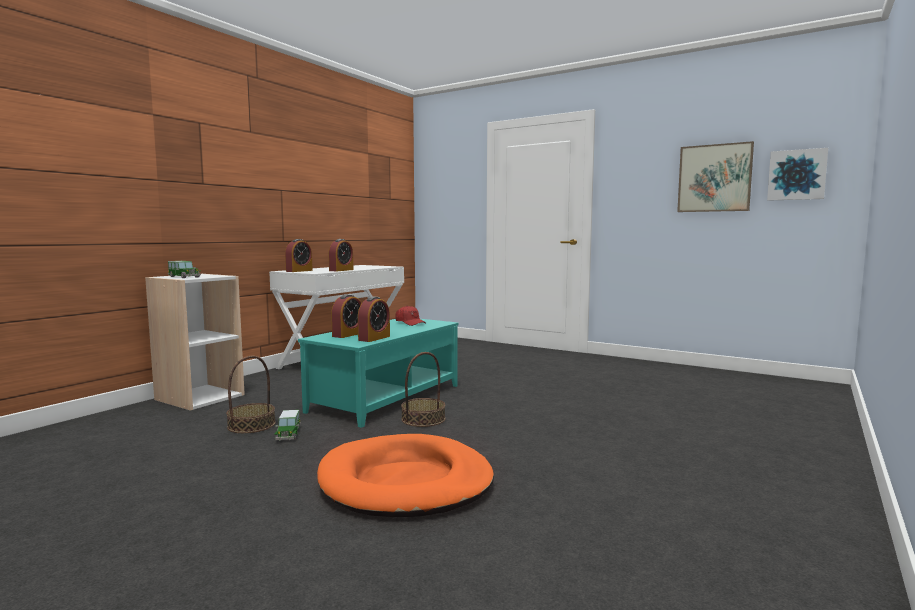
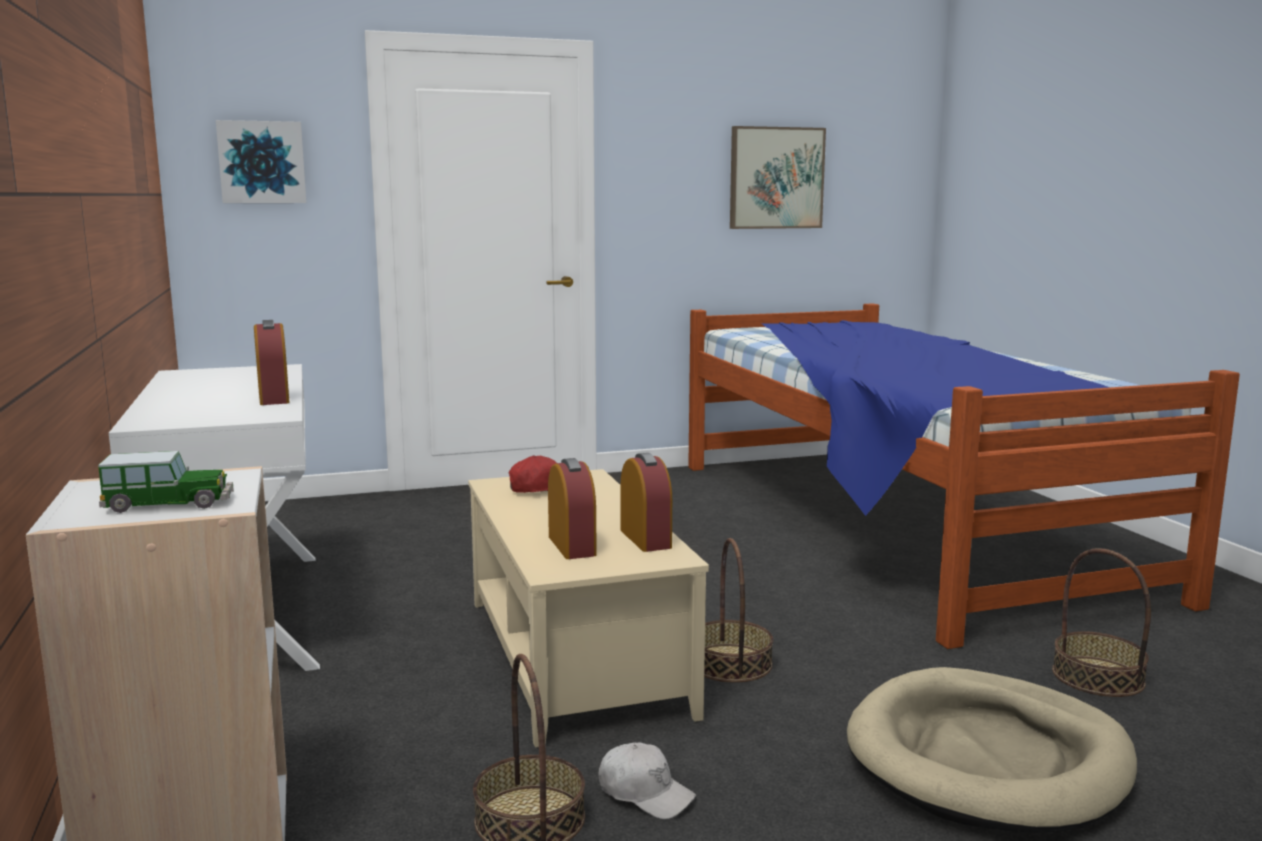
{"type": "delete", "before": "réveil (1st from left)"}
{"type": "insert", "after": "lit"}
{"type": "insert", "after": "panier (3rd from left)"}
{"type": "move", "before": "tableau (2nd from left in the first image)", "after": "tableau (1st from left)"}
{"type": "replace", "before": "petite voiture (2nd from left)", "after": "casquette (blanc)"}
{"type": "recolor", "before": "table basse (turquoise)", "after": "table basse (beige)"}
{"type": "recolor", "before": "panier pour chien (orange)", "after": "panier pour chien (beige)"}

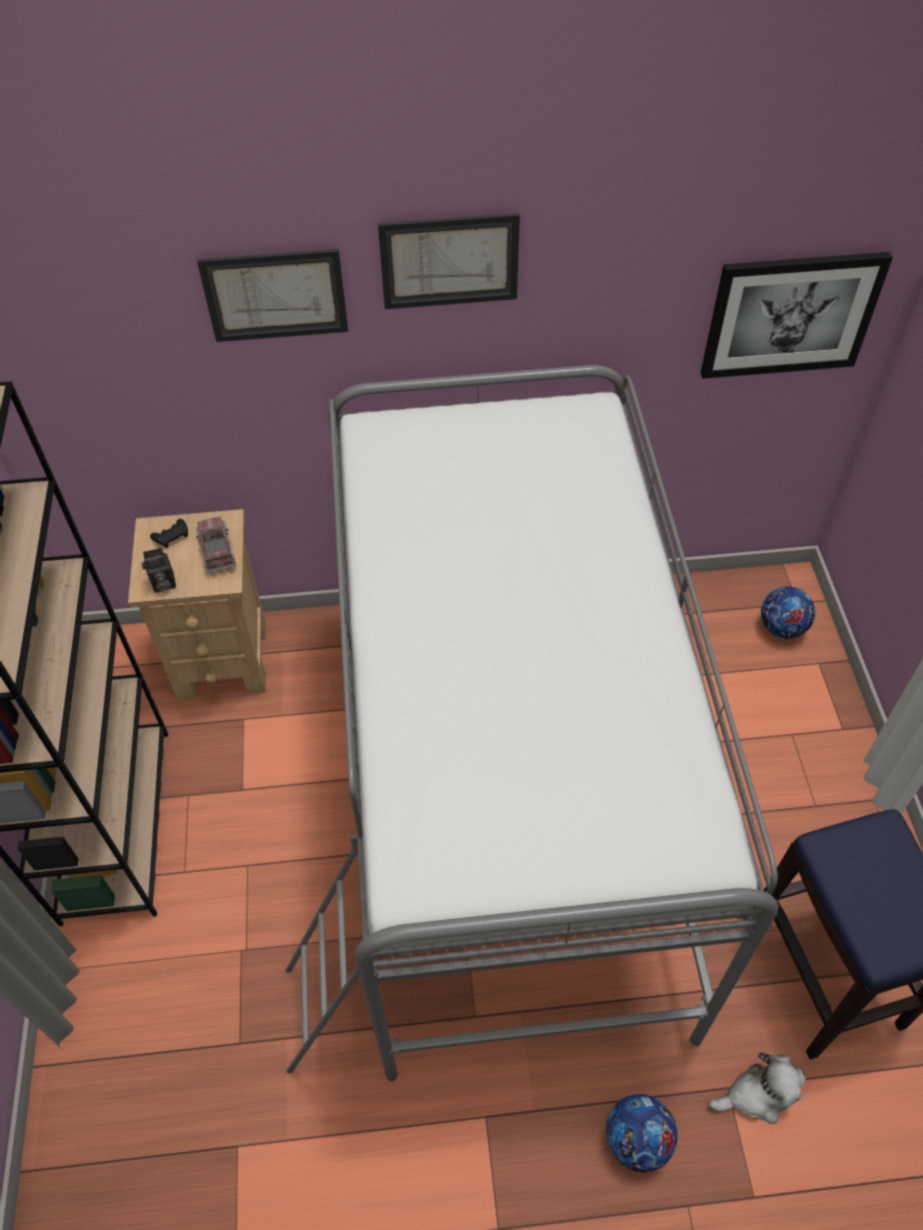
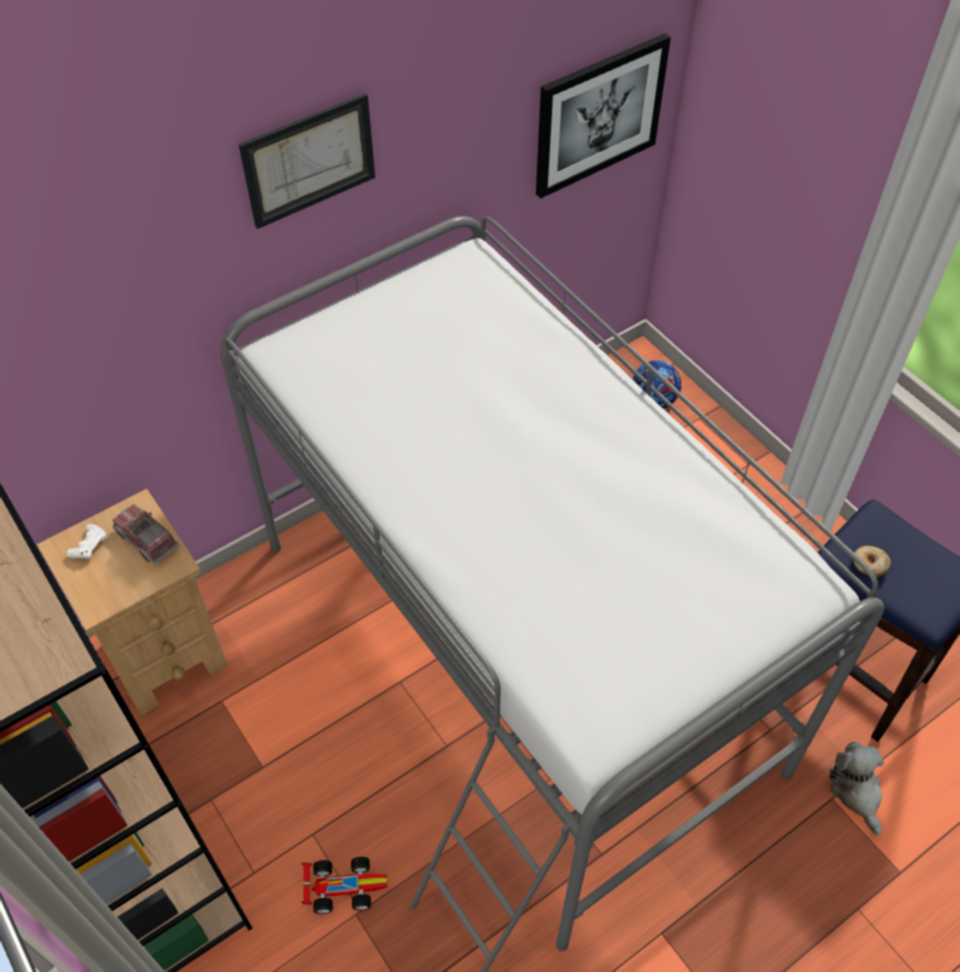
{"type": "delete", "before": "appareil photo"}
{"type": "delete", "before": "tableau (1st from left)"}
{"type": "delete", "before": "ballon de foot (1st from left)"}
{"type": "insert", "after": "petite voiture"}
{"type": "insert", "after": "beignet"}
{"type": "recolor", "before": "manette (noir)", "after": "manette (blanc)"}
{"type": "rotate", "before": "peluche", "turn": -60}

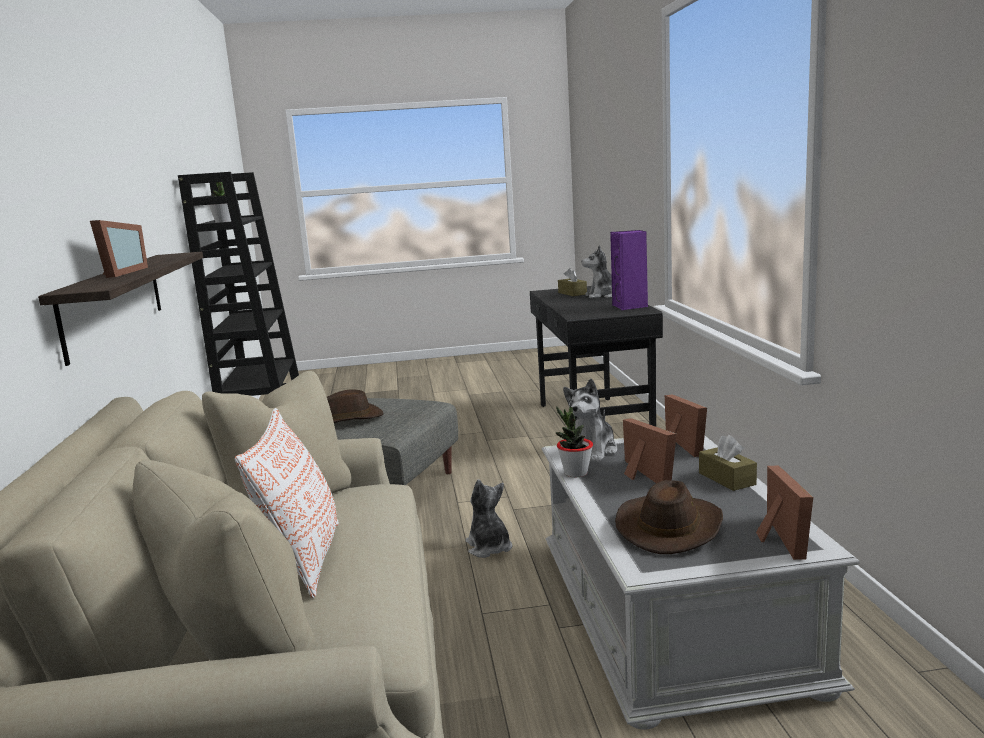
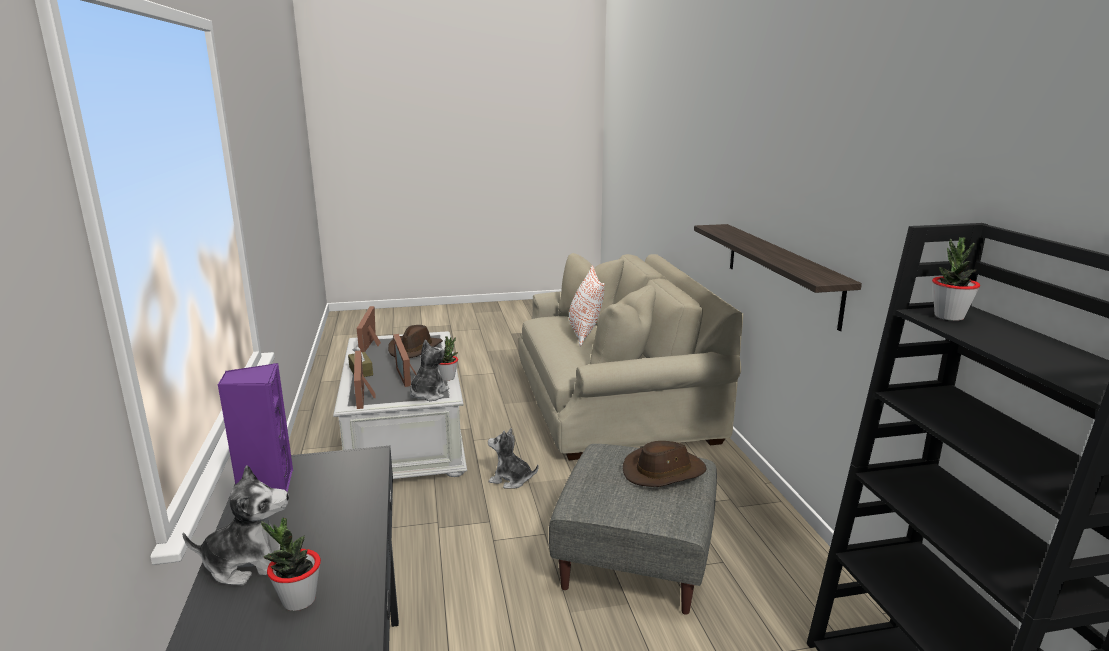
{"type": "delete", "before": "cadre photo (1st from left)"}
{"type": "replace", "before": "boîte à mouchoirs (marron) (1st from left)", "after": "plante en pot (1st from left)"}
{"type": "rotate", "before": "peluche (1st from left in the first image)", "turn": 135}

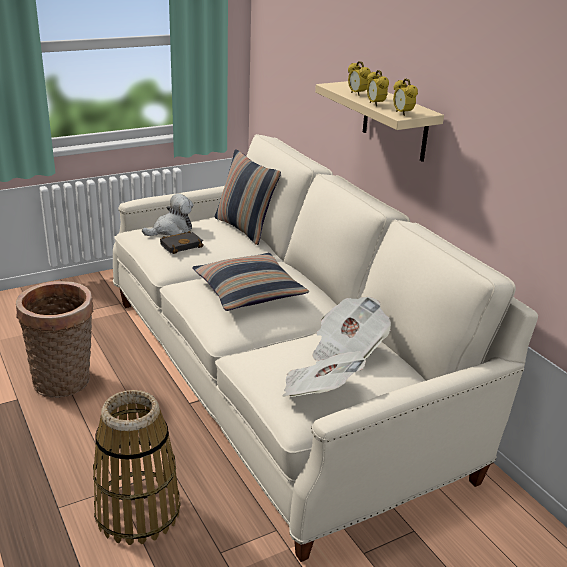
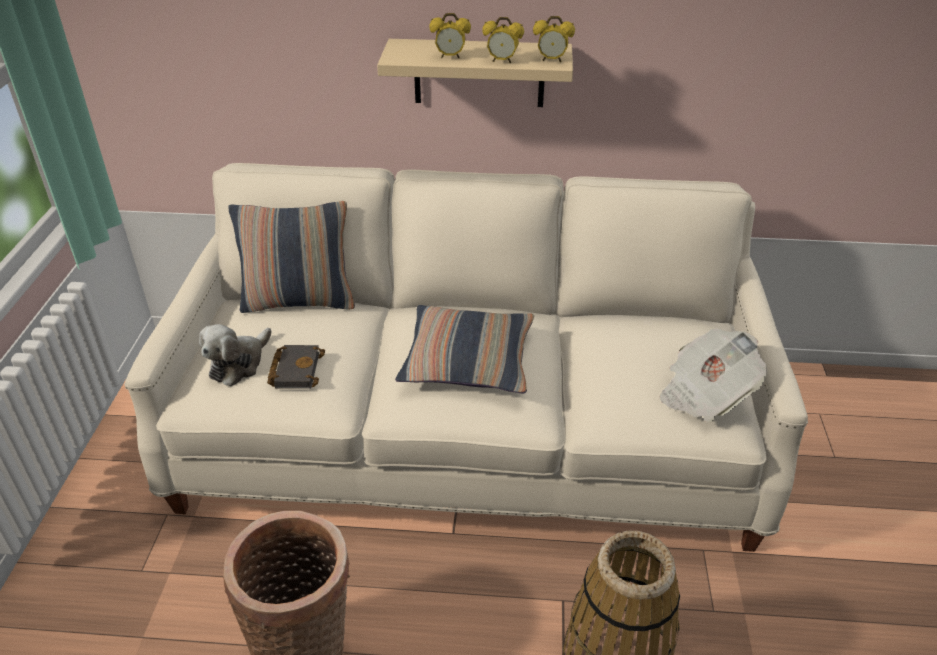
{"type": "delete", "before": "journal (2nd from left)"}
{"type": "rotate", "before": "peluche", "turn": -150}

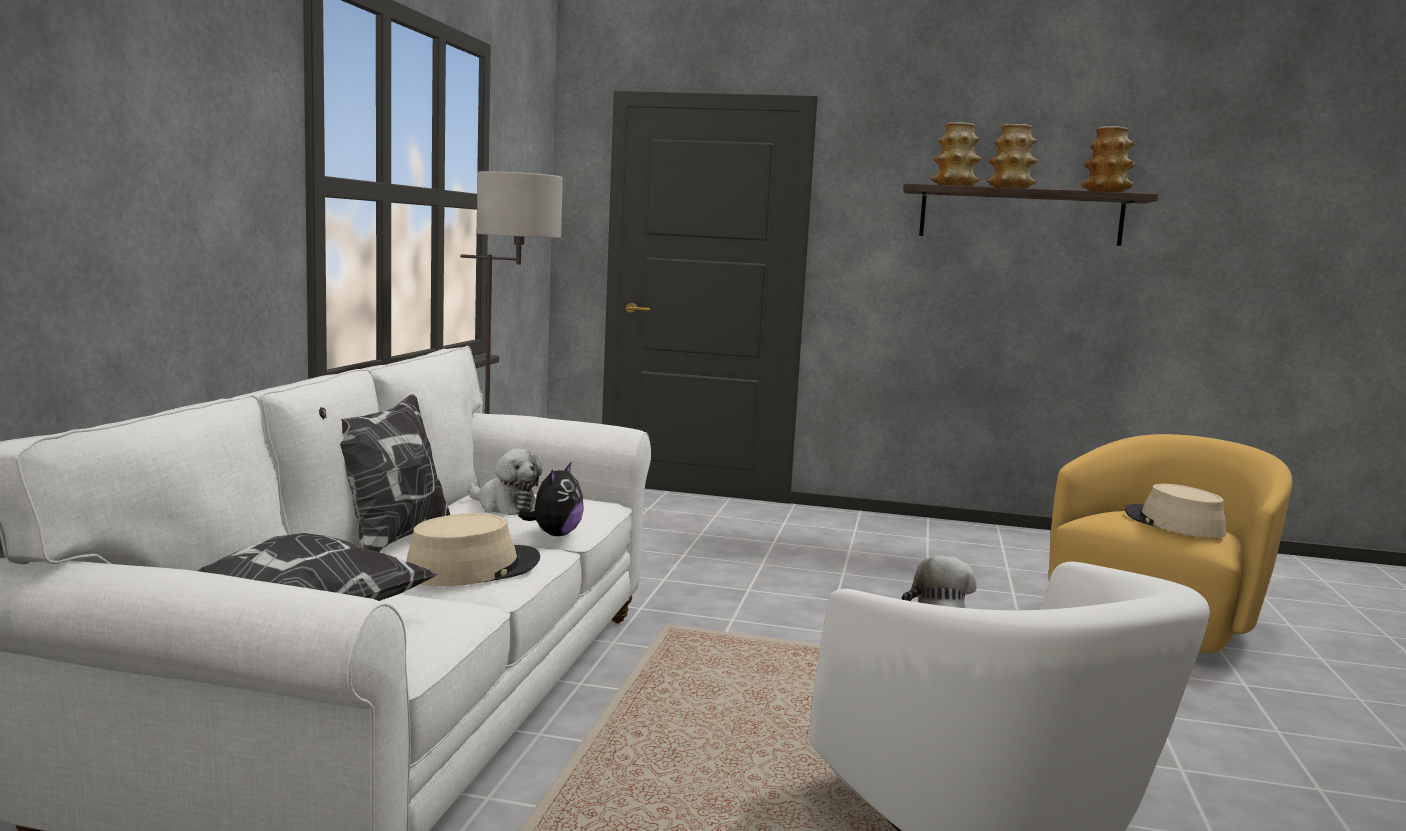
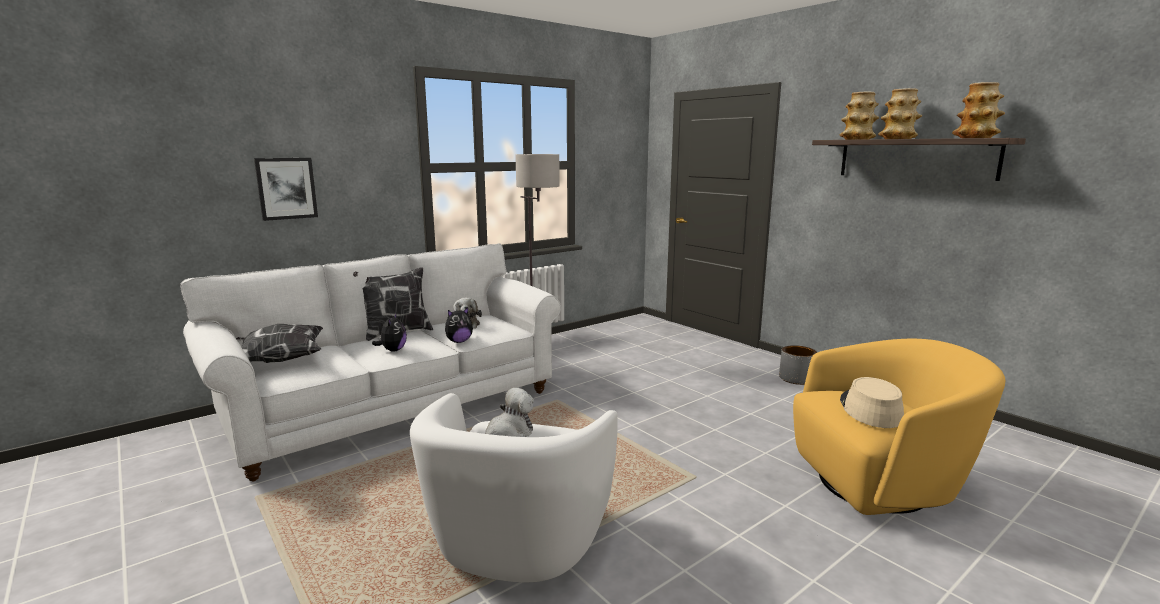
{"type": "insert", "after": "tableau"}
{"type": "insert", "after": "cache-pot (gris)"}
{"type": "replace", "before": "chapeau (beige) (1st from left)", "after": "peluche (1st from left)"}

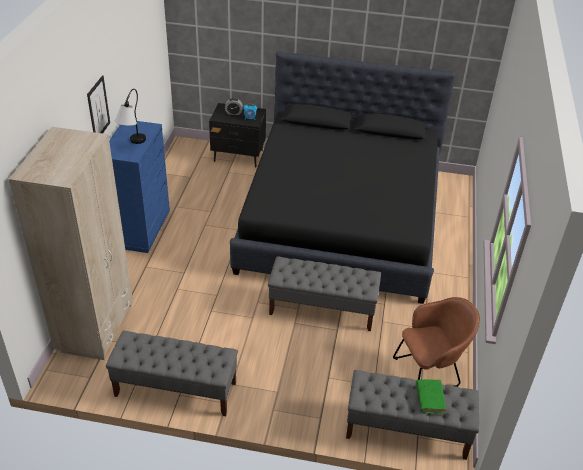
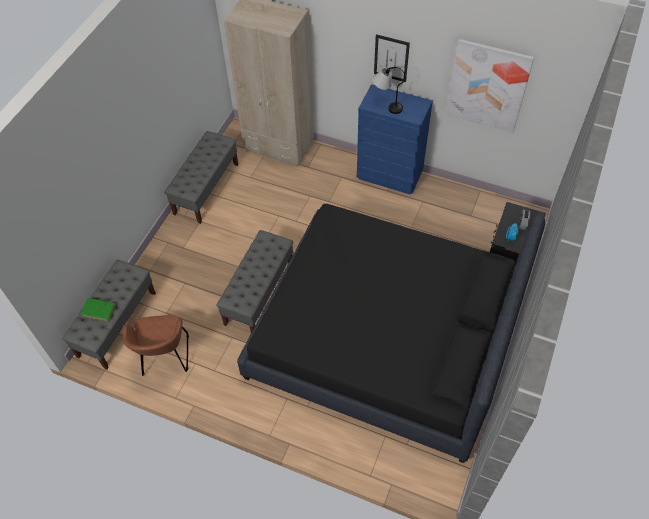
{"type": "insert", "after": "tableau (2nd from left)"}

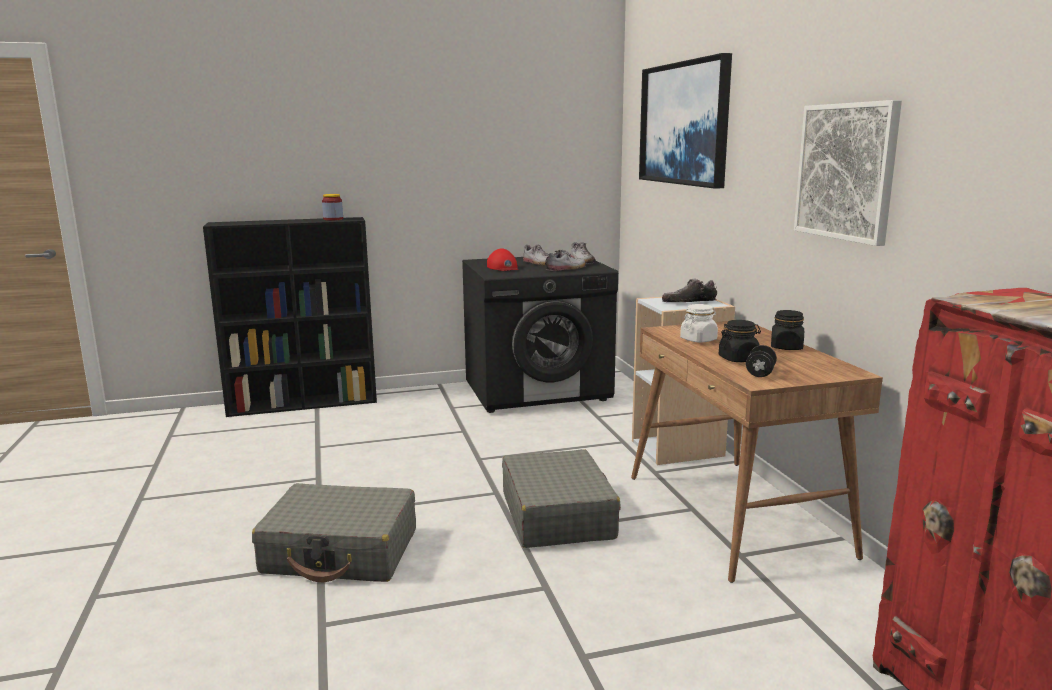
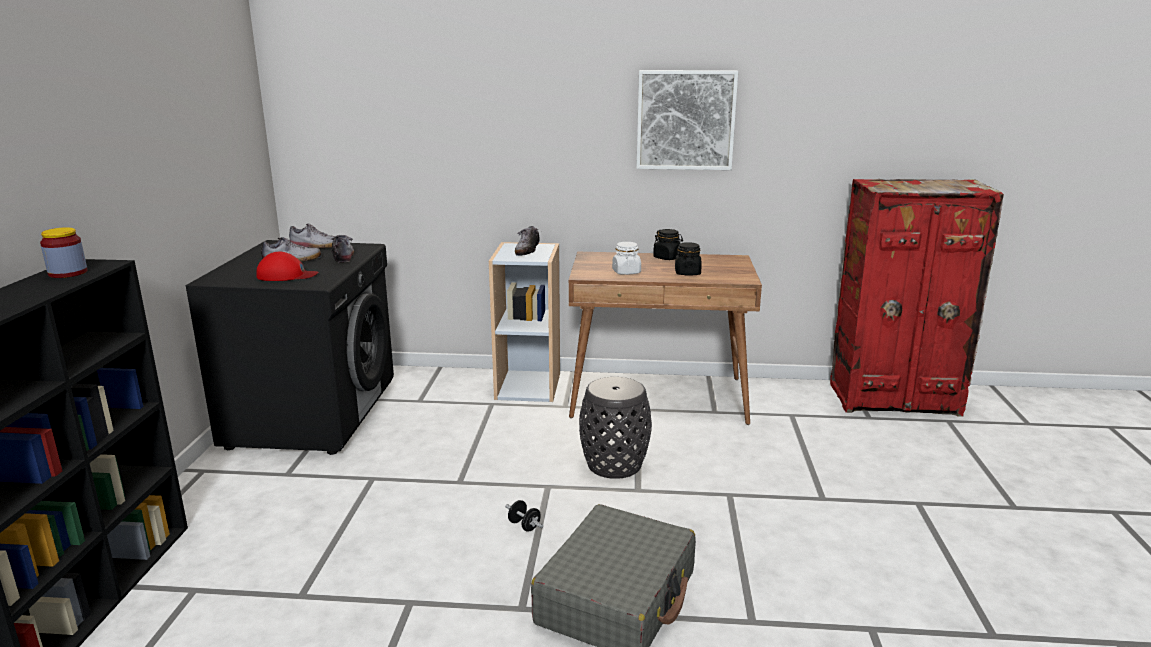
{"type": "delete", "before": "tableau (1st from left)"}
{"type": "move", "before": "haltère (noir)"}
{"type": "replace", "before": "valise (gris) (2nd from left)", "after": "tabouret (gris)"}

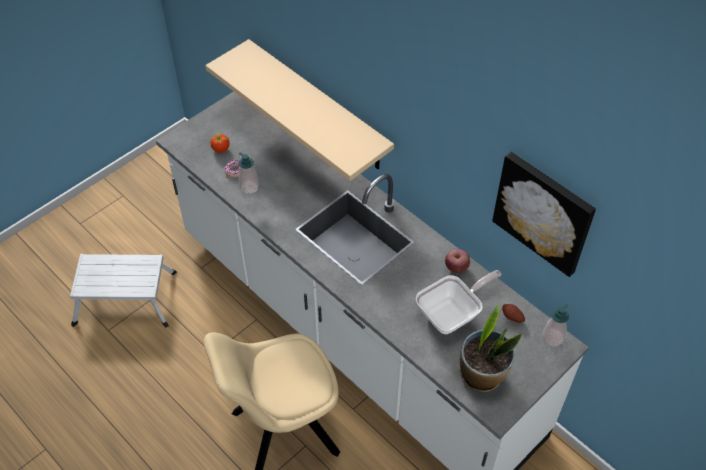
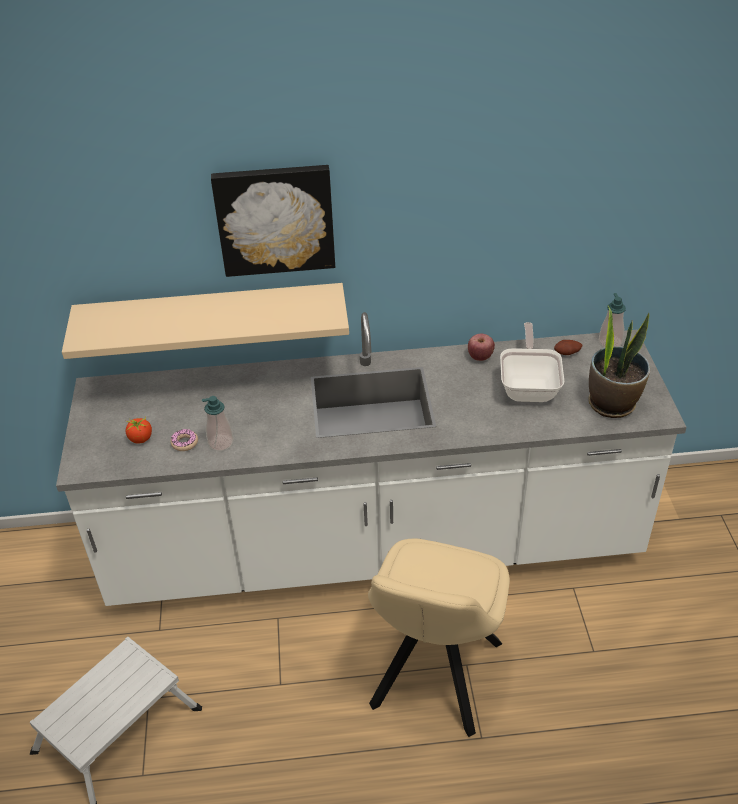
{"type": "move", "before": "tableau"}

